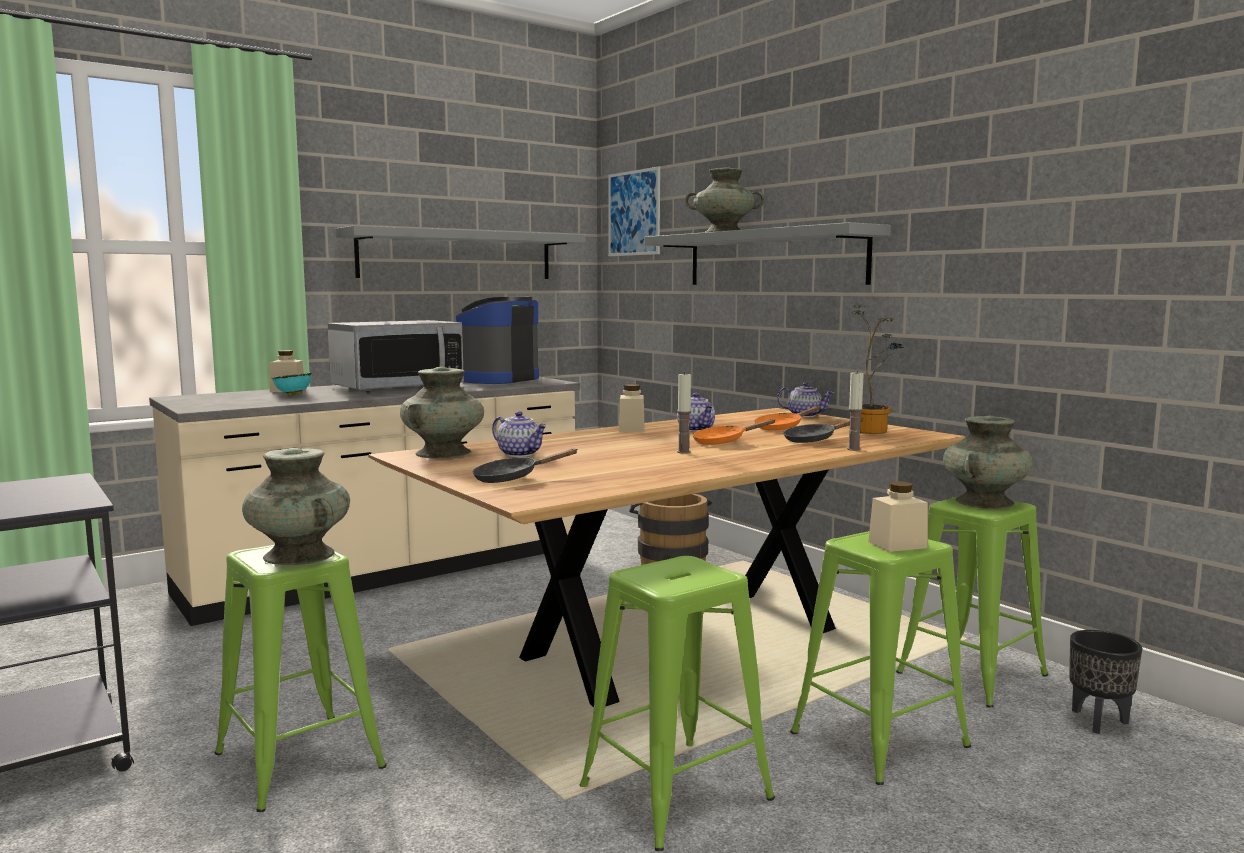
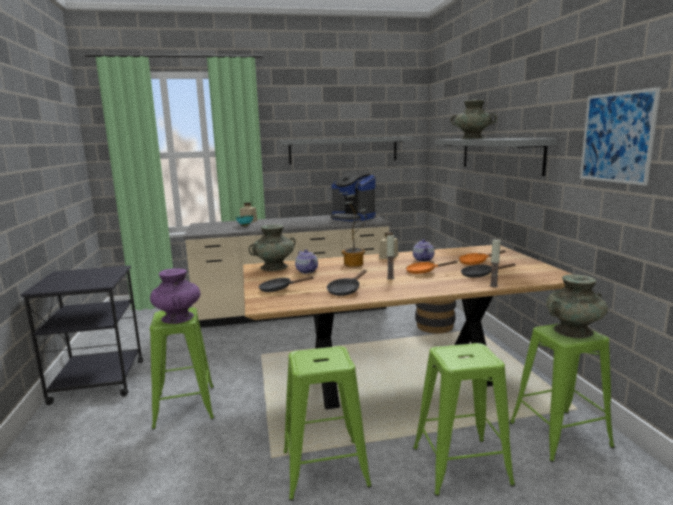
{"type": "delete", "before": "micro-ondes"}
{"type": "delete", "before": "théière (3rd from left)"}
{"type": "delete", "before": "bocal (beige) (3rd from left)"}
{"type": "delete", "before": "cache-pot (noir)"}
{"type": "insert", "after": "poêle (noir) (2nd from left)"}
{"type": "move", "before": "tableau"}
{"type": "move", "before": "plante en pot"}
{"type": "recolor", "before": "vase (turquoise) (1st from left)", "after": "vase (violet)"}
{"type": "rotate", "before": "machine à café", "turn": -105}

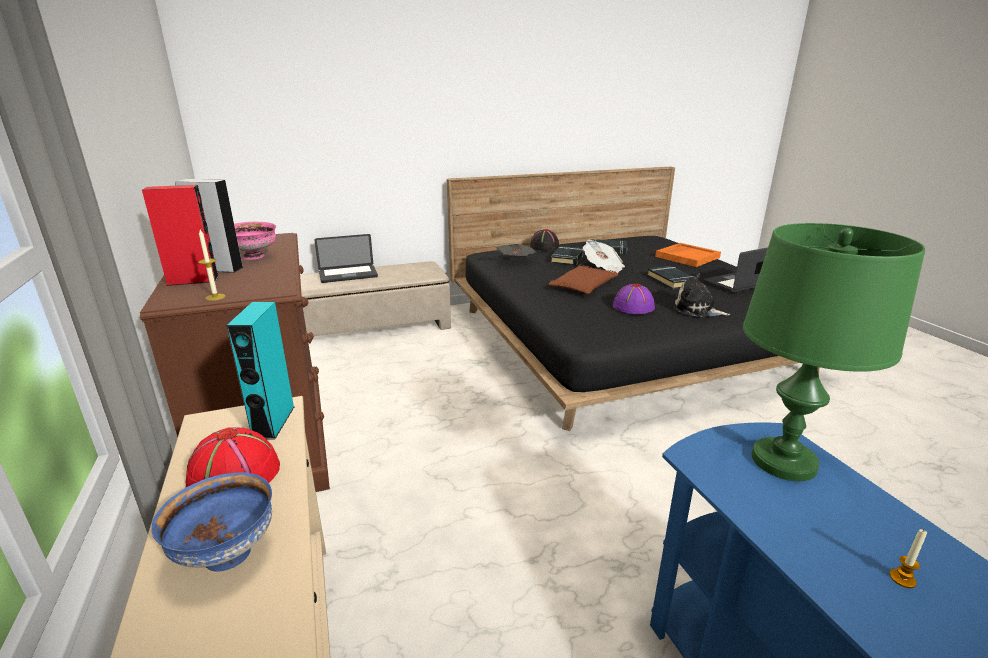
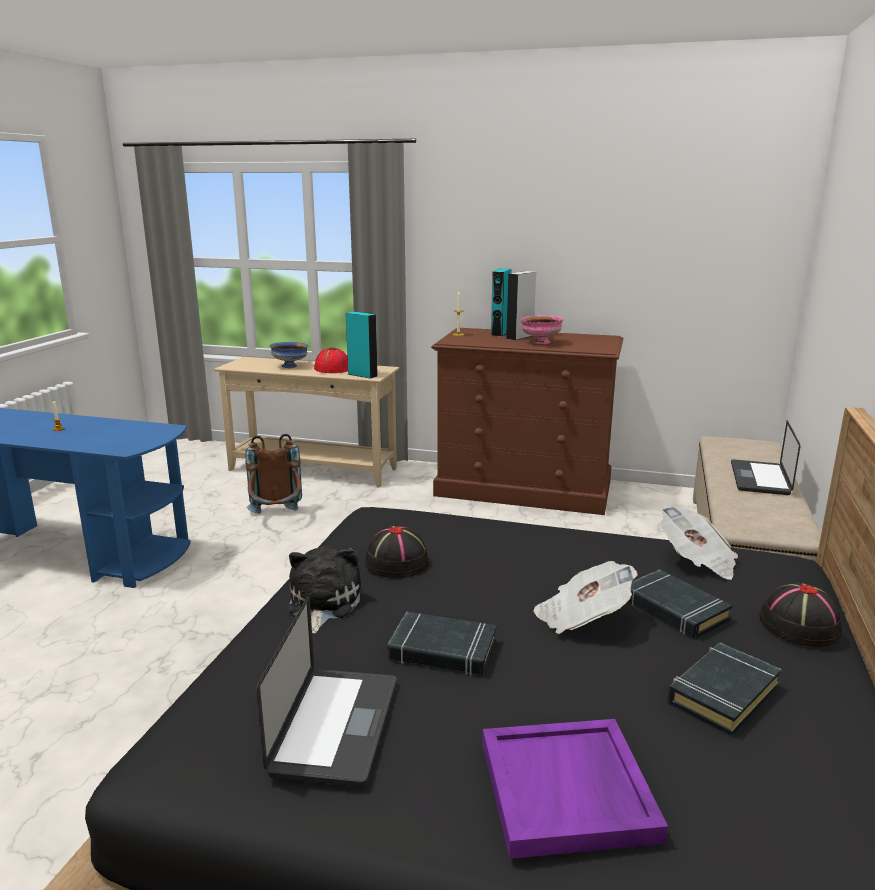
{"type": "delete", "before": "coussin (marron)"}
{"type": "delete", "before": "lampe de table (vert)"}
{"type": "insert", "after": "sac à dos (marron)"}
{"type": "recolor", "before": "enceinte (rouge)", "after": "enceinte (turquoise) (2nd from left)"}
{"type": "recolor", "before": "chapeau (violet)", "after": "chapeau (noir) (1st from left)"}
{"type": "recolor", "before": "plateau (orange)", "after": "plateau (violet)"}
{"type": "rotate", "before": "peluche", "turn": -60}

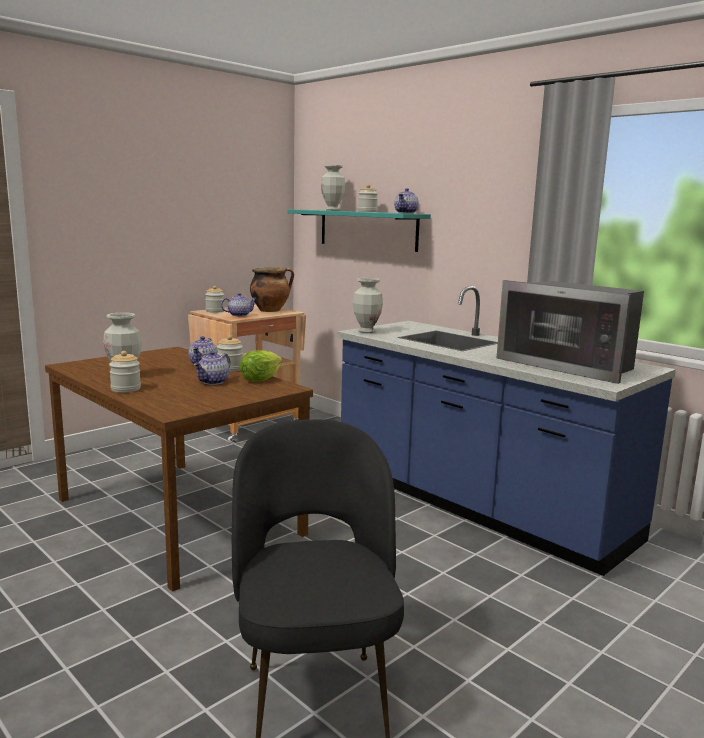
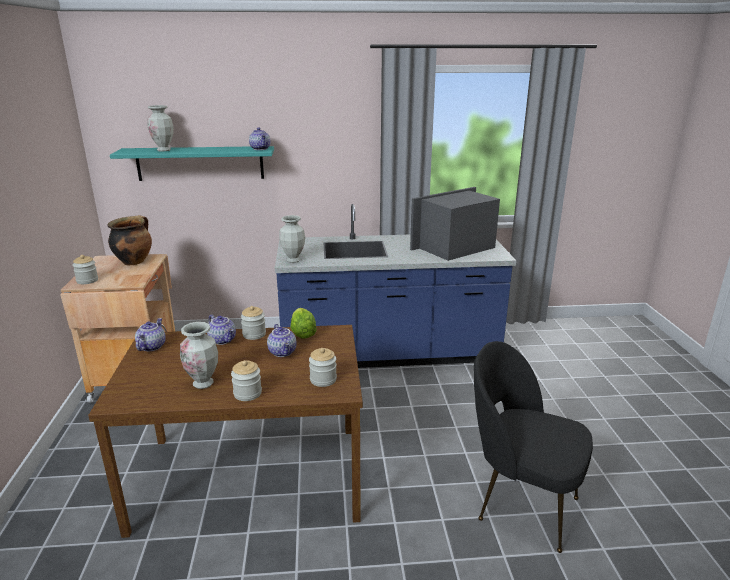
{"type": "move", "before": "théière (3rd from left in the first image)", "after": "théière (1st from left)"}
{"type": "move", "before": "bocal (4th from left)"}
{"type": "rotate", "before": "micro-ondes", "turn": 150}

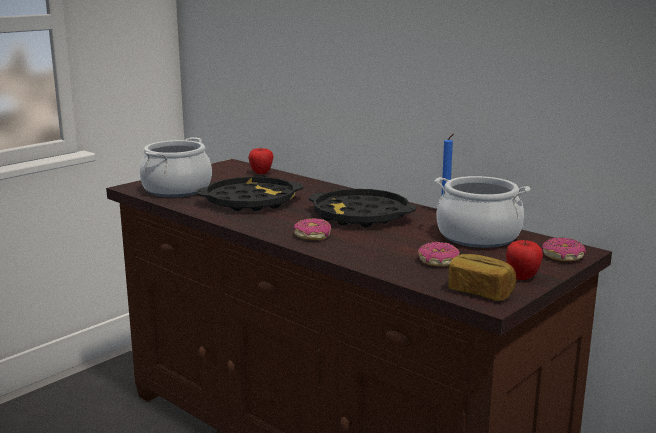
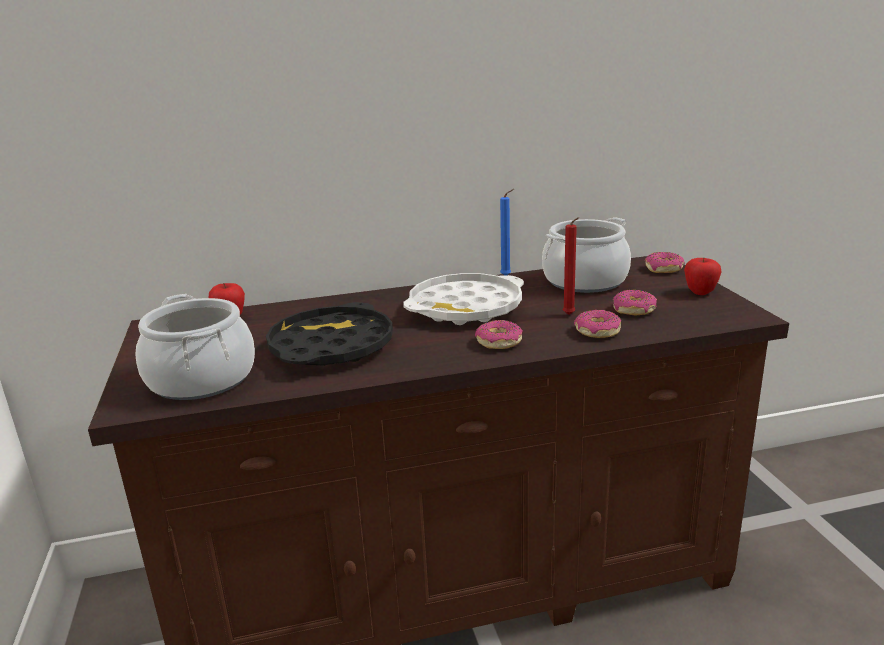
{"type": "delete", "before": "pain"}
{"type": "insert", "after": "bougie (rouge)"}
{"type": "insert", "after": "beignet (2nd from left)"}
{"type": "recolor", "before": "plateau (noir) (2nd from left)", "after": "plateau (blanc)"}

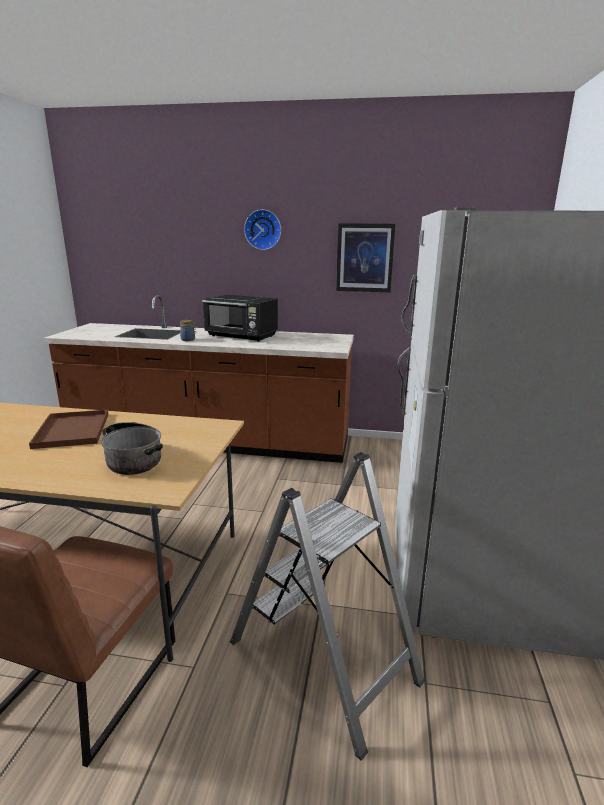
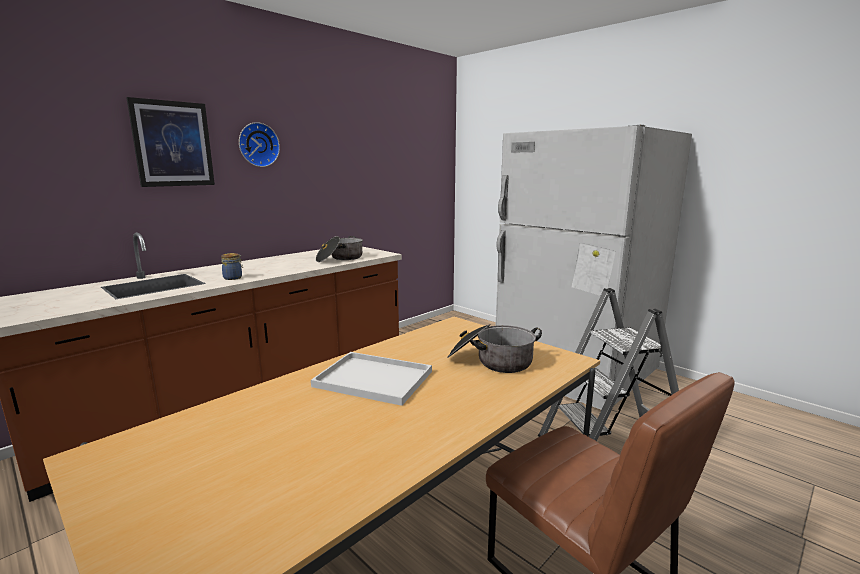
{"type": "delete", "before": "micro-ondes (noir)"}
{"type": "insert", "after": "marmite (1st from left)"}
{"type": "move", "before": "tableau"}
{"type": "recolor", "before": "plateau (marron)", "after": "plateau (blanc)"}

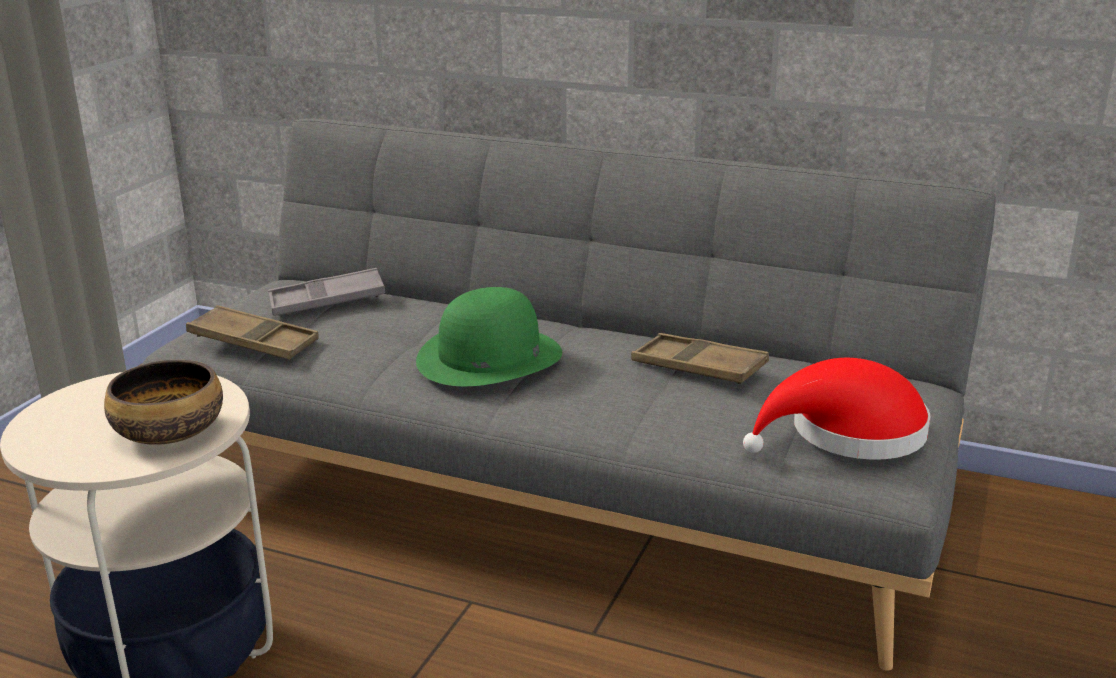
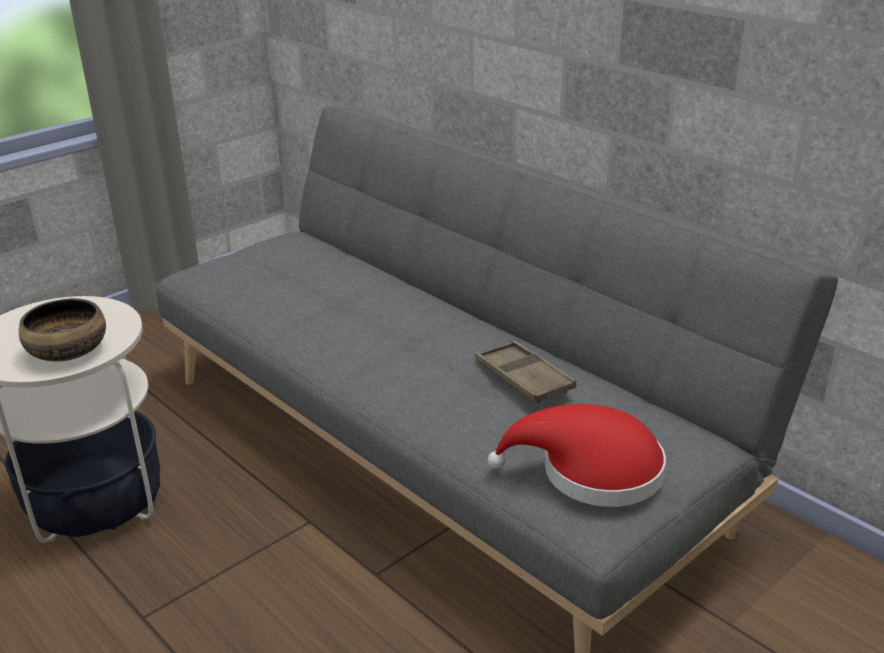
{"type": "delete", "before": "plateau (marron) (1st from left)"}
{"type": "delete", "before": "plateau (gris)"}
{"type": "delete", "before": "chapeau (vert)"}

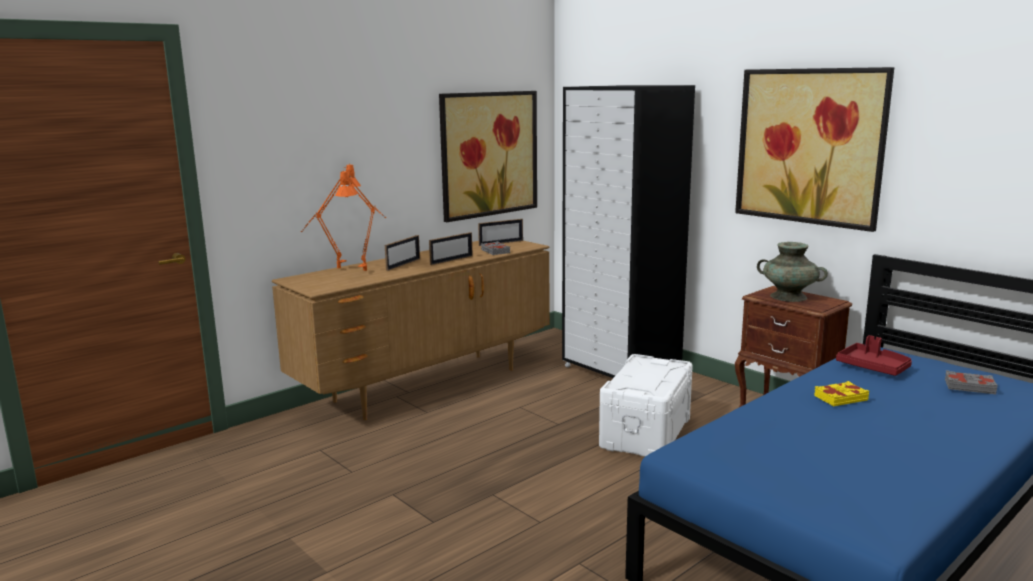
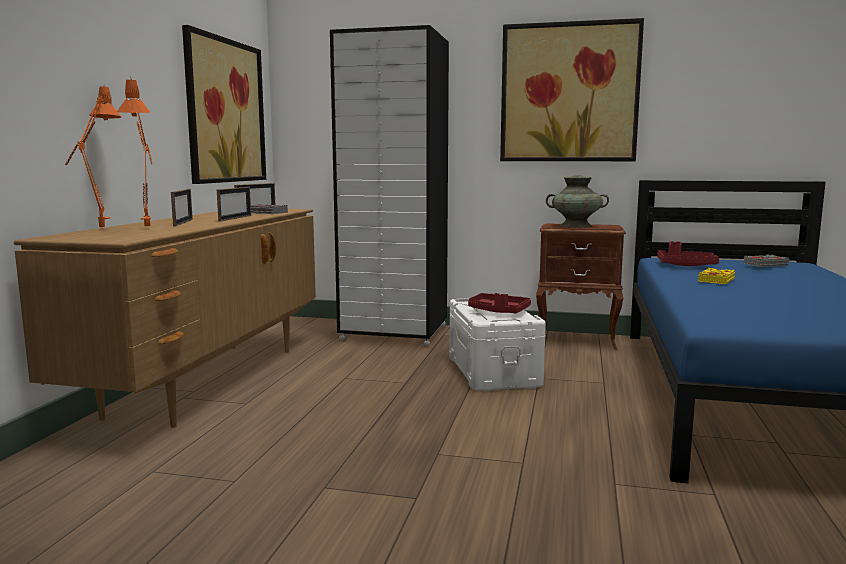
{"type": "insert", "after": "plateau (rouge) (1st from left)"}

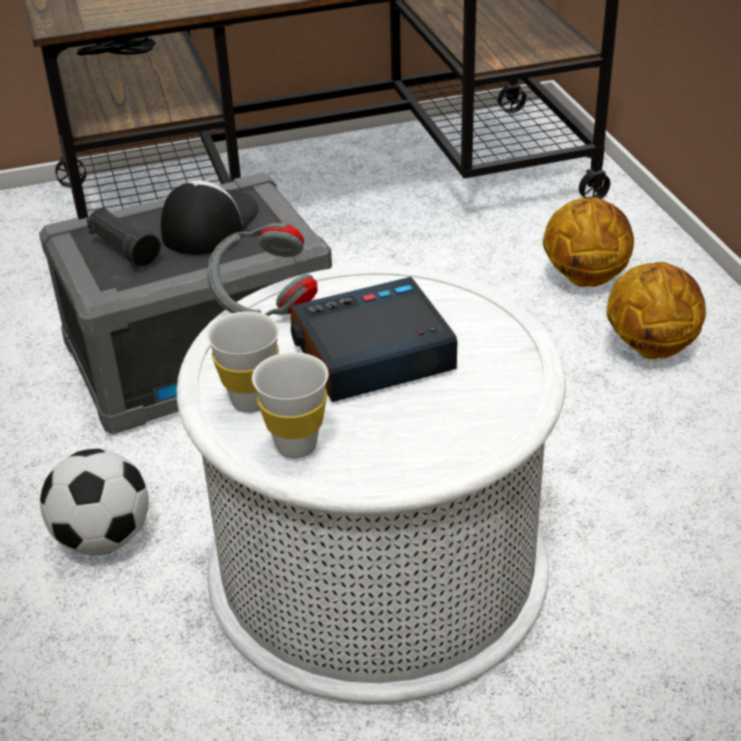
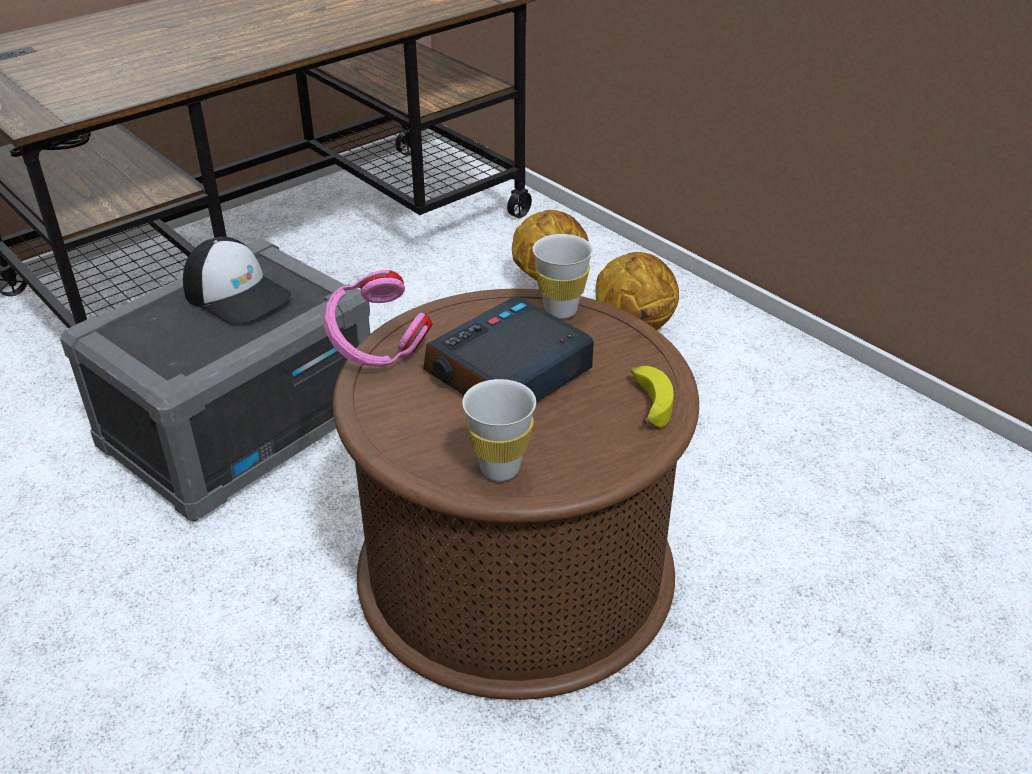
{"type": "delete", "before": "ballon de foot"}
{"type": "delete", "before": "lampe de poche (noir)"}
{"type": "insert", "after": "banane"}
{"type": "move", "before": "tasse (blanc) (1st from left in the first image)", "after": "tasse (blanc) (2nd from left)"}
{"type": "recolor", "before": "table basse (blanc)", "after": "table basse (marron)"}
{"type": "recolor", "before": "casque audio (gris)", "after": "casque audio (rose)"}
{"type": "rotate", "before": "casquette", "turn": 135}

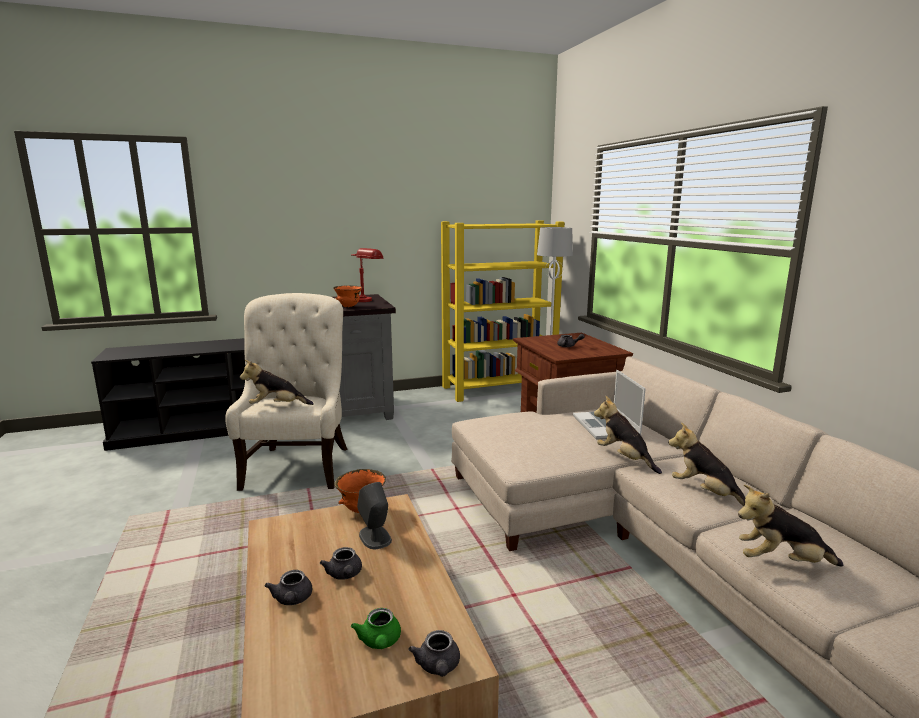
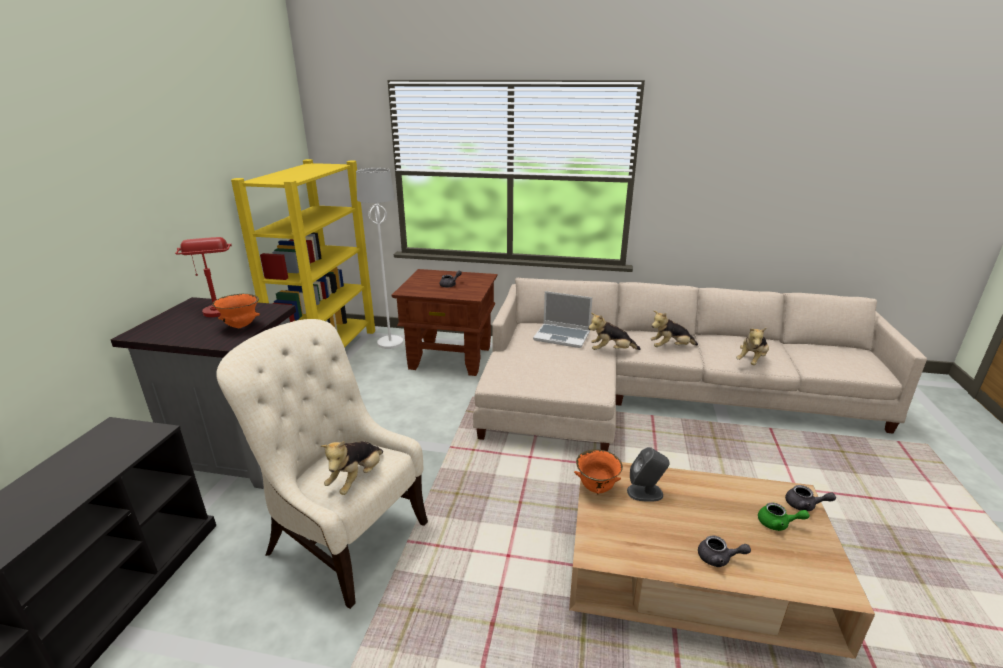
{"type": "delete", "before": "théière (gris) (2nd from left)"}

